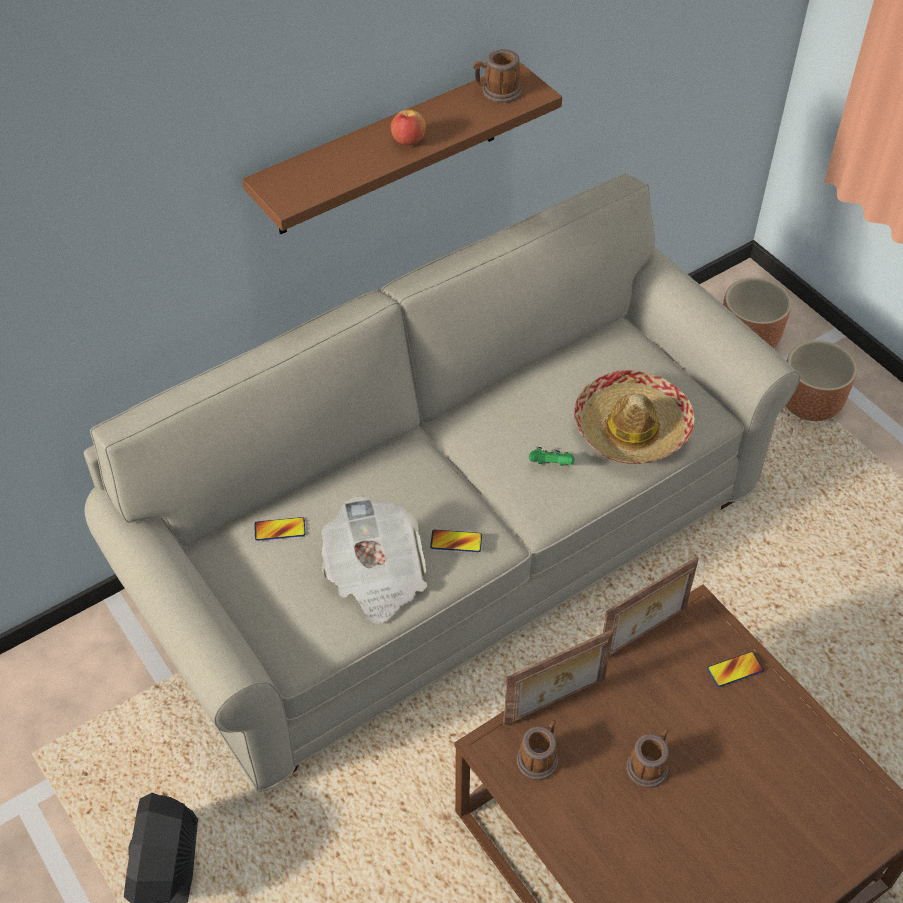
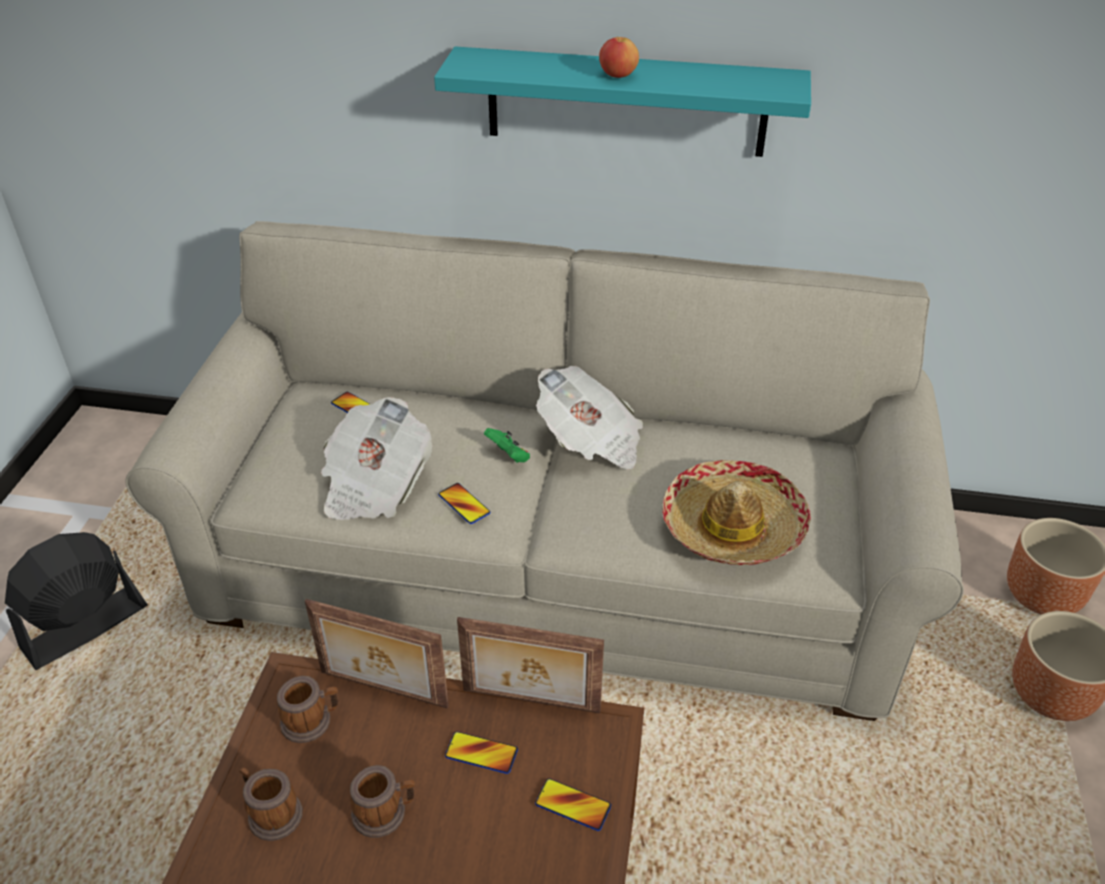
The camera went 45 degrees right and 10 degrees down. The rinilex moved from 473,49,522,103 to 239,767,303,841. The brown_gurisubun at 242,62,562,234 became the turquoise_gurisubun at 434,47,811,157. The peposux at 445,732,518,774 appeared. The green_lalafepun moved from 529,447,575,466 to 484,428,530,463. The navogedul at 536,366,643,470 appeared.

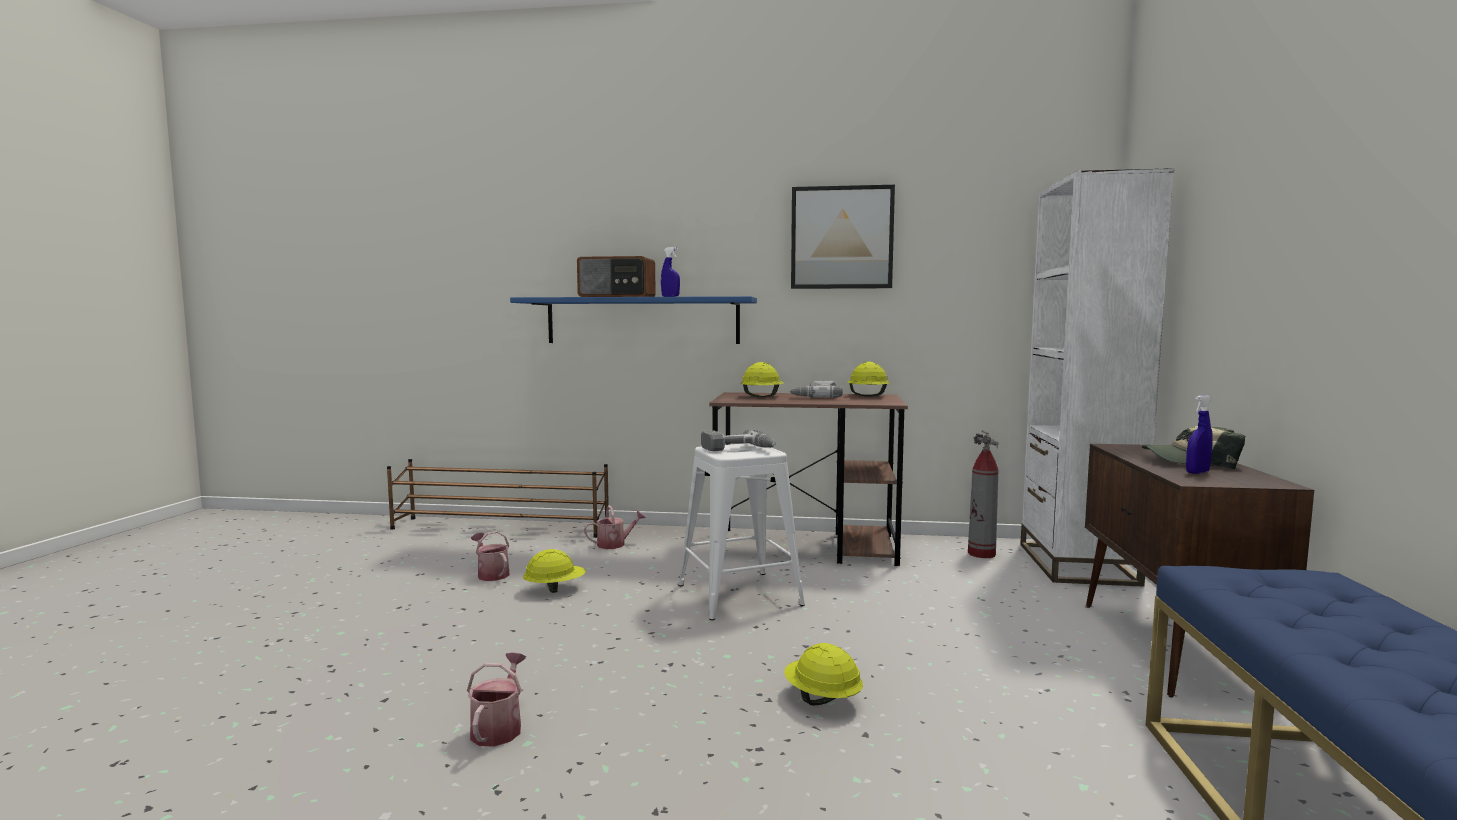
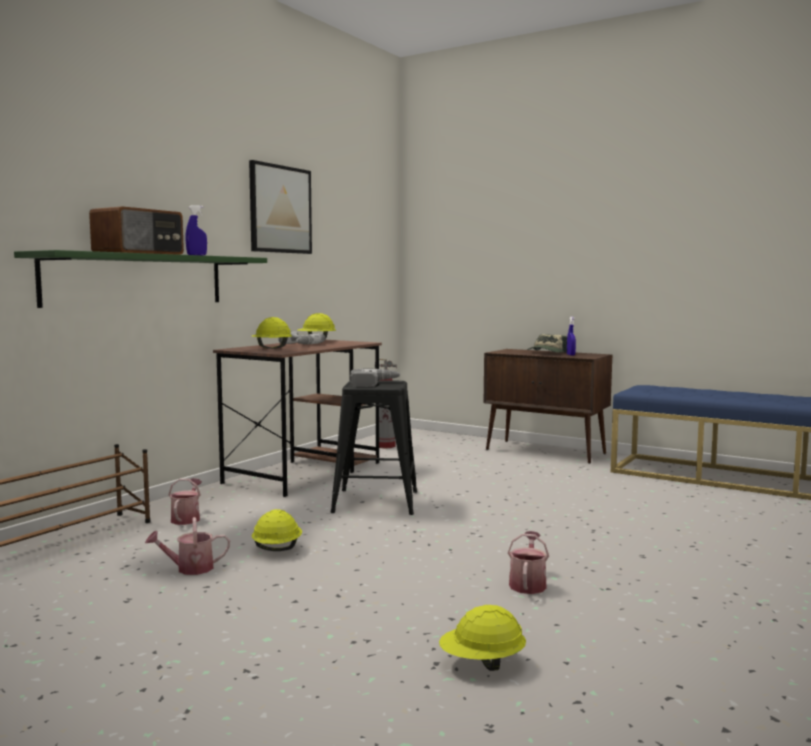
The camera went 65 degrees left and 0 degrees up. The blue_gurisubun at 510,296,757,344 became the green_gurisubun at 14,250,267,308. The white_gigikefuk at 679,443,805,620 became the black_gigikefuk at 331,380,417,515. The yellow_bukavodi moved from 784,643,863,705 to 439,605,526,671. The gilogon at 467,652,526,747 turned 75 degrees clockwise. The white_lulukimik at 1020,168,1174,587 disappeared.

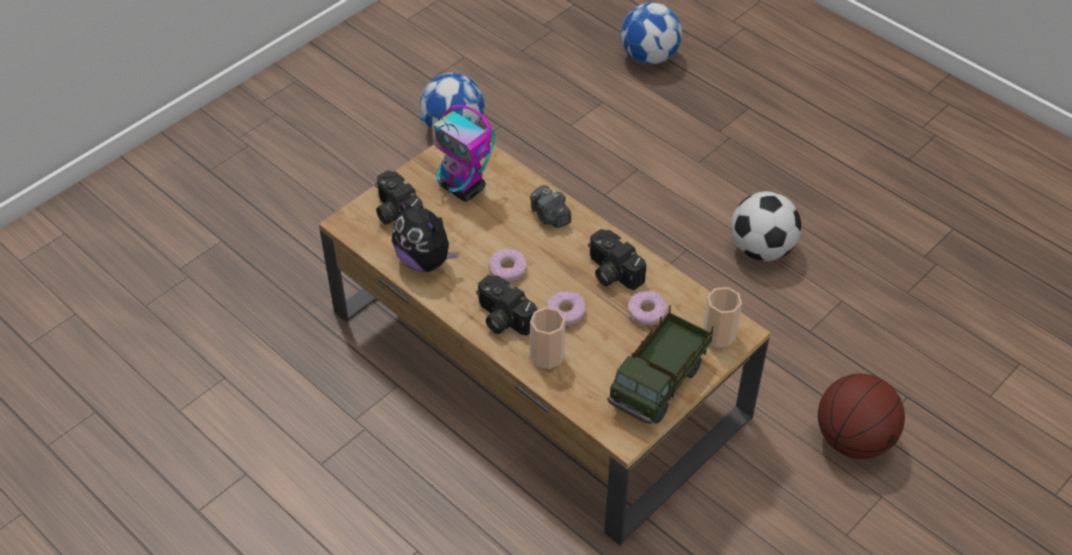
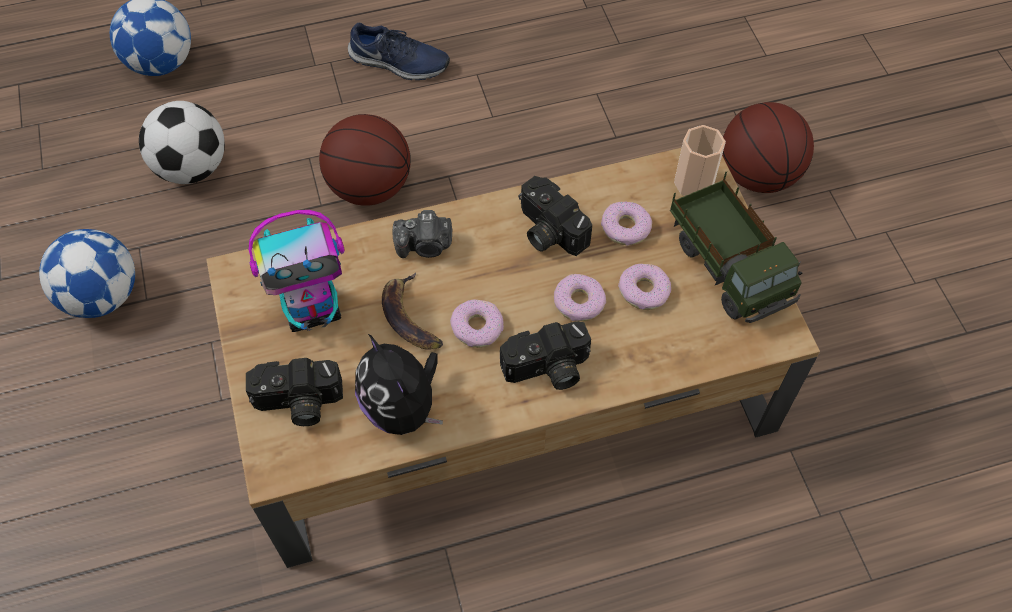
The camera went 60 degrees left and 10 degrees up. The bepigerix moved from 731,191,801,261 to 139,101,225,184. The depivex at 319,114,411,206 appeared. The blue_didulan at 348,23,450,80 appeared. The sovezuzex at 392,199,459,272 turned 75 degrees clockwise. The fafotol at 382,272,443,350 appeared. The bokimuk at 588,229,646,290 turned 60 degrees clockwise. The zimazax at 618,263,671,310 appeared. The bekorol at 530,307,565,369 disappeared.

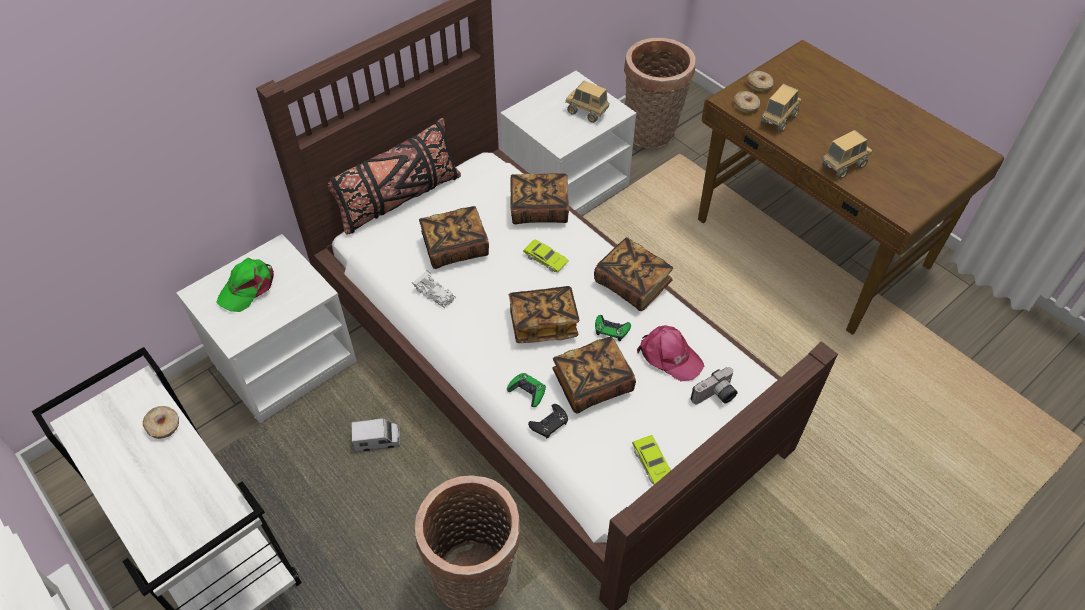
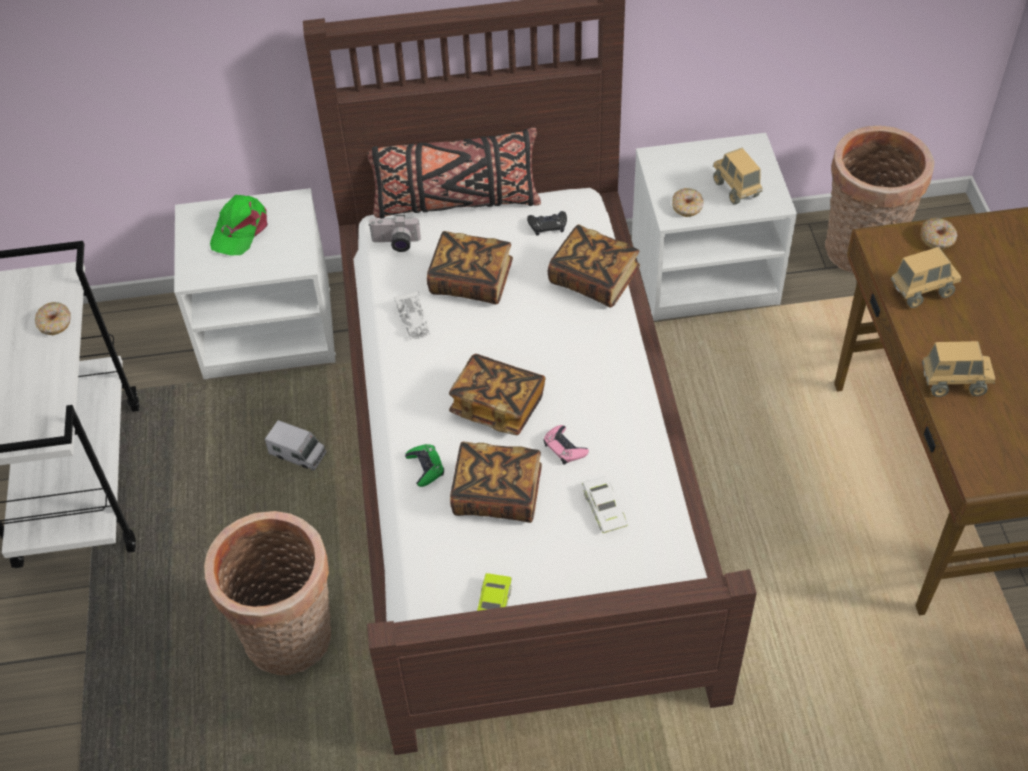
The camera went 35 degrees right and 0 degrees up. The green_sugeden at 216,258,274,312 turned 45 degrees counterclockwise. The bokimuk moved from 691,367,738,404 to 368,215,421,252. The black_lalafepun moved from 528,404,568,438 to 527,211,567,236. The green_lalafepun at 595,315,631,341 became the pink_lalafepun at 543,425,589,465. The pink_sugeden at 637,325,704,381 was replaced by the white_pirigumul at 582,476,628,533. The zimazax moved from 734,91,760,113 to 672,188,704,217. The green_pirigumul at 523,239,569,272 disappeared. The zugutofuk at 594,237,673,311 disappeared.

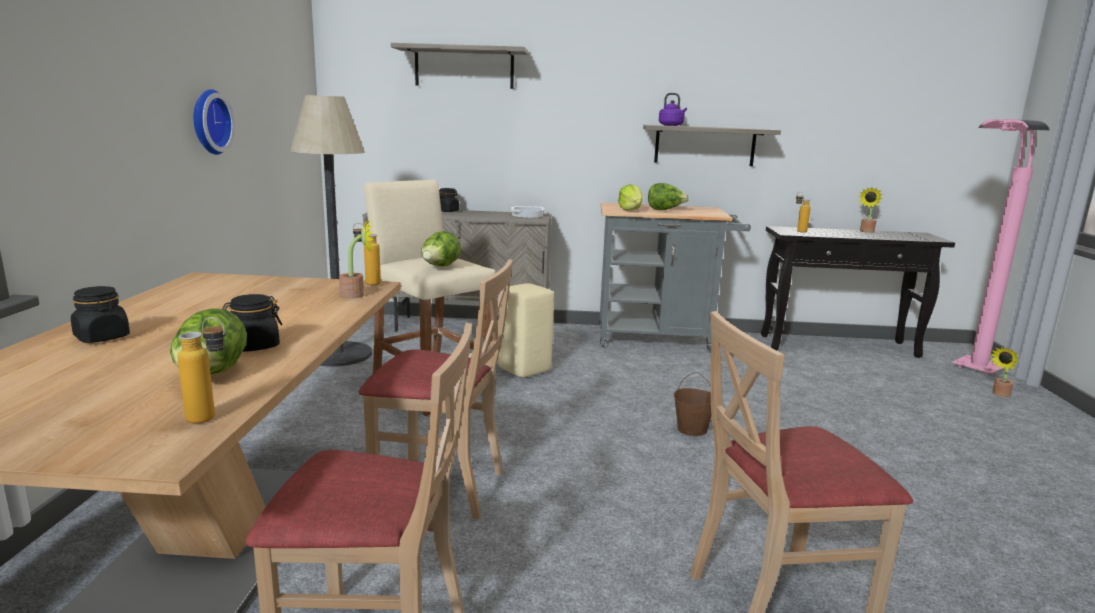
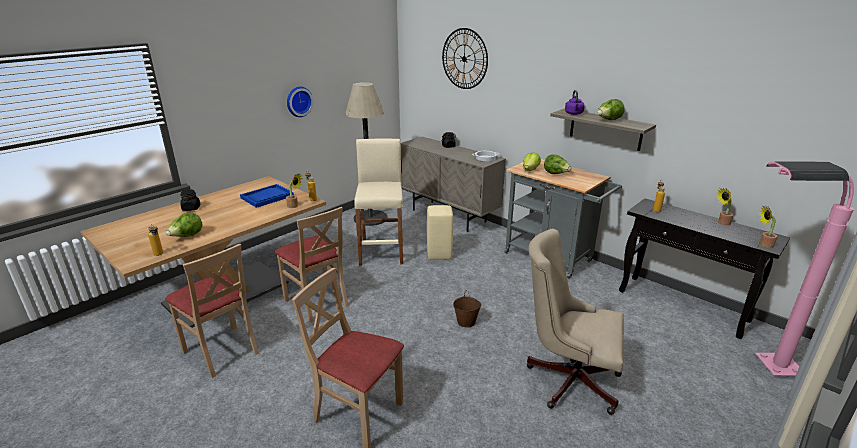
The camera went 40 degrees right and 10 degrees up. The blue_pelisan at 240,184,294,208 appeared. The gurisubun at 391,43,528,89 was replaced by the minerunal at 442,28,488,89. The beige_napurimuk at 527,229,624,415 appeared. The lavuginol moved from 421,231,461,267 to 597,99,625,120. The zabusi moved from 990,347,1019,397 to 758,206,777,248. The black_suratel at 222,294,282,352 disappeared.

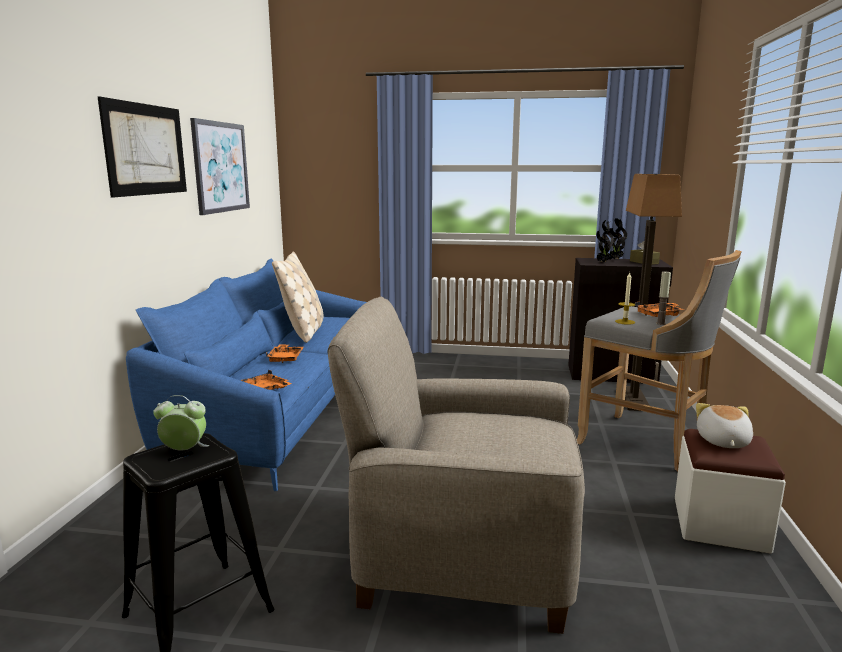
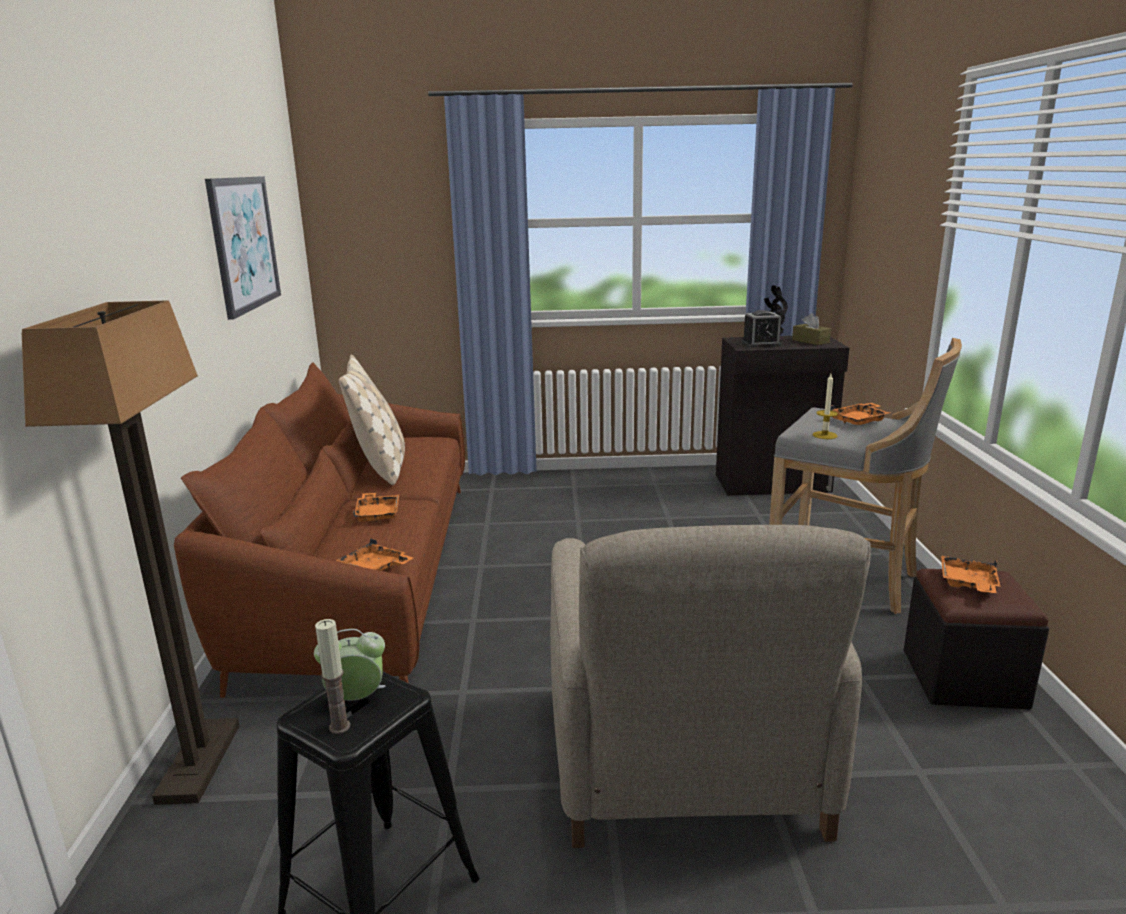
The camera went 10 degrees left and 5 degrees up. The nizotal moved from 625,174,682,411 to 22,300,239,805. The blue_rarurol at 126,258,367,491 became the brown_rarurol at 174,362,465,698. The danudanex moved from 656,271,671,325 to 315,619,350,734. The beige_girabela at 327,297,585,634 turned 90 degrees counterclockwise. The zabusi at 596,220,614,262 was replaced by the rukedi at 742,310,781,348. The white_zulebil at 675,429,786,554 became the black_zulebil at 904,569,1049,709. The sovezuzex at 696,403,753,448 was replaced by the orange_pelisan at 941,555,1000,593. The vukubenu at 98,96,187,198 disappeared.

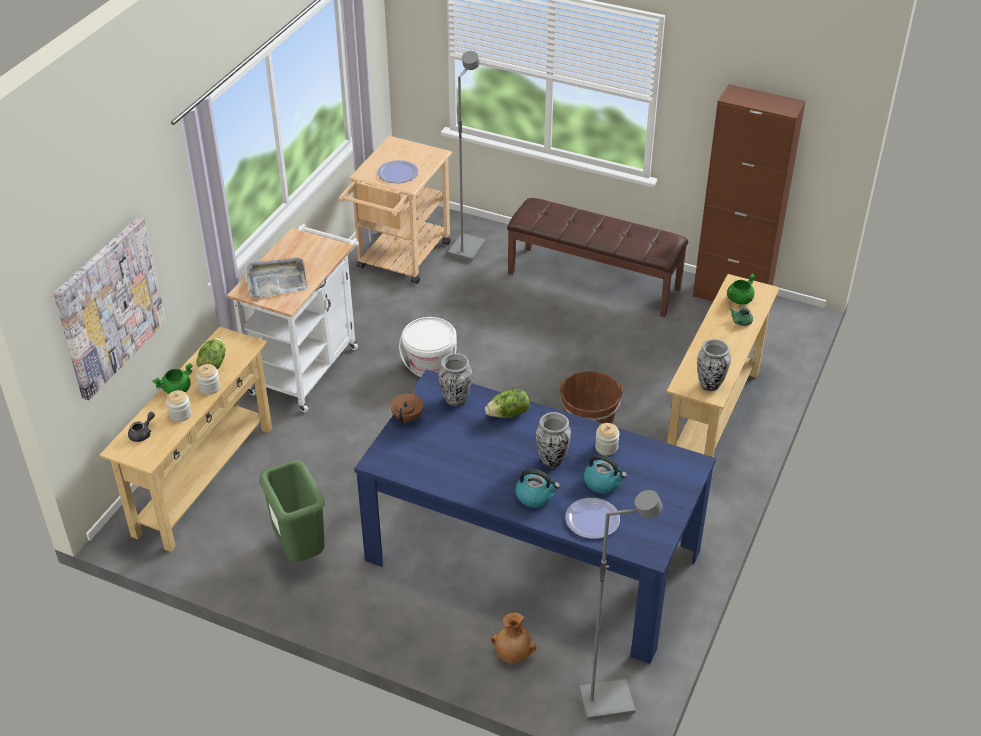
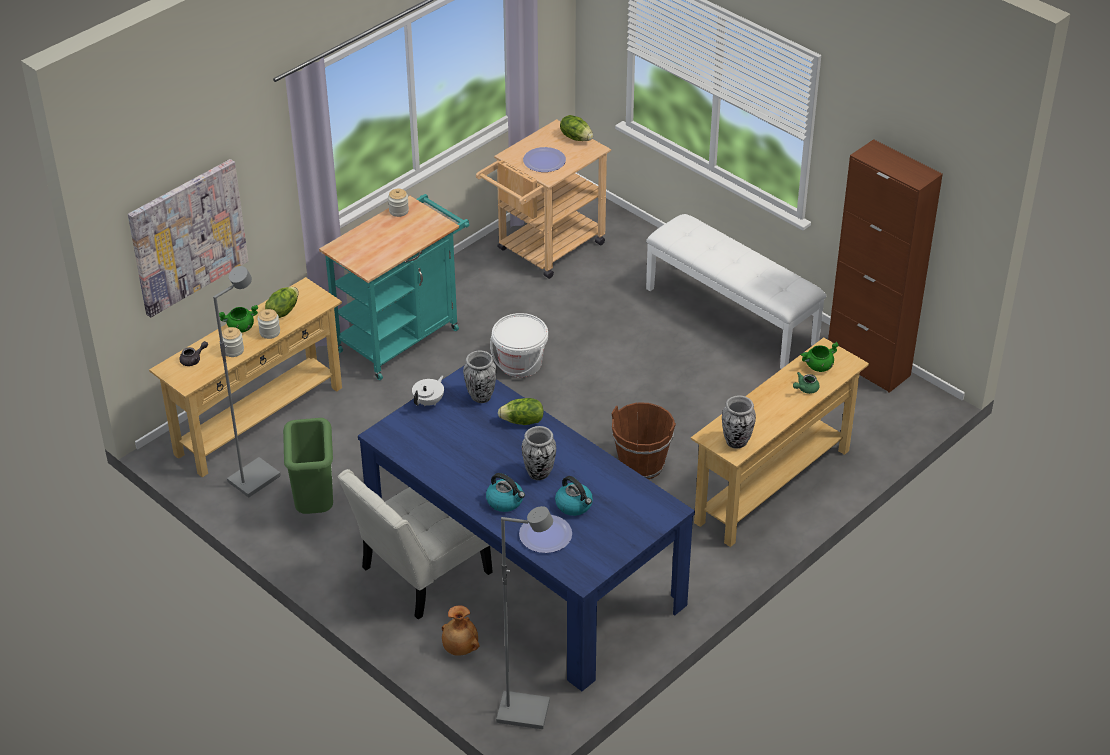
The camera went 20 degrees right and 0 degrees up. The grey_nizotal moved from 448,51,486,262 to 213,266,281,498. The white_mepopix at 227,224,359,412 became the turquoise_mepopix at 319,194,469,380. The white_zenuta at 338,469,493,620 appeared. The suratel moved from 595,423,619,456 to 388,189,409,217. The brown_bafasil at 391,388,424,423 became the white_bafasil at 412,375,444,406. The lavuginol at 560,115,593,141 appeared. The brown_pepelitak at 507,198,688,317 became the white_pepelitak at 646,214,826,369. The grey_pelisan at 247,258,307,297 disappeared.

